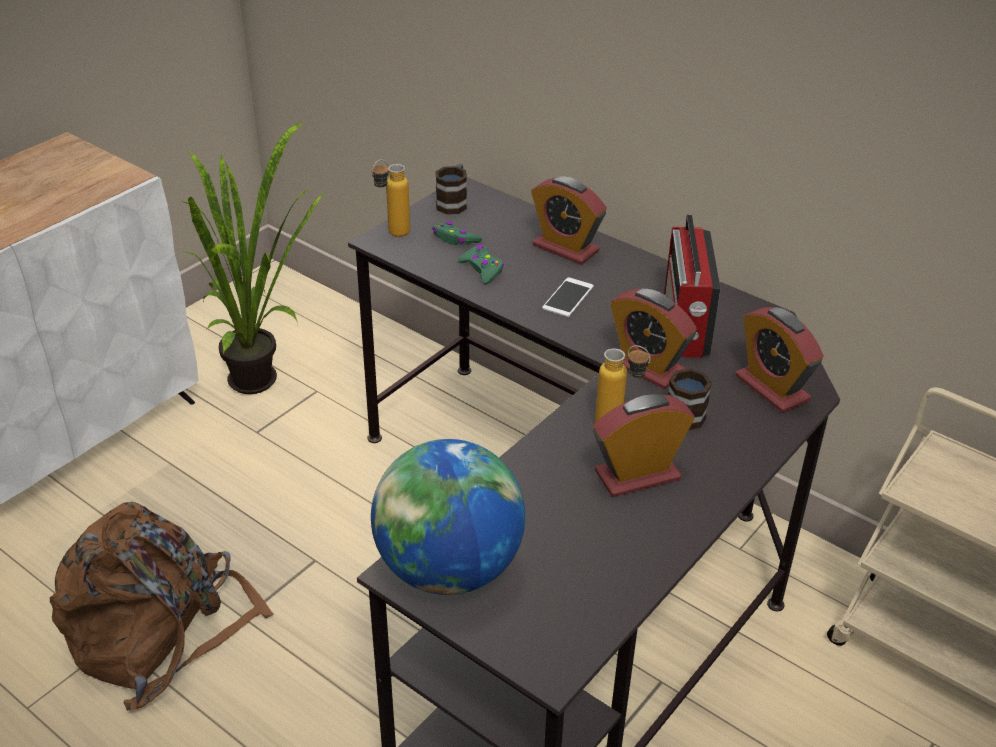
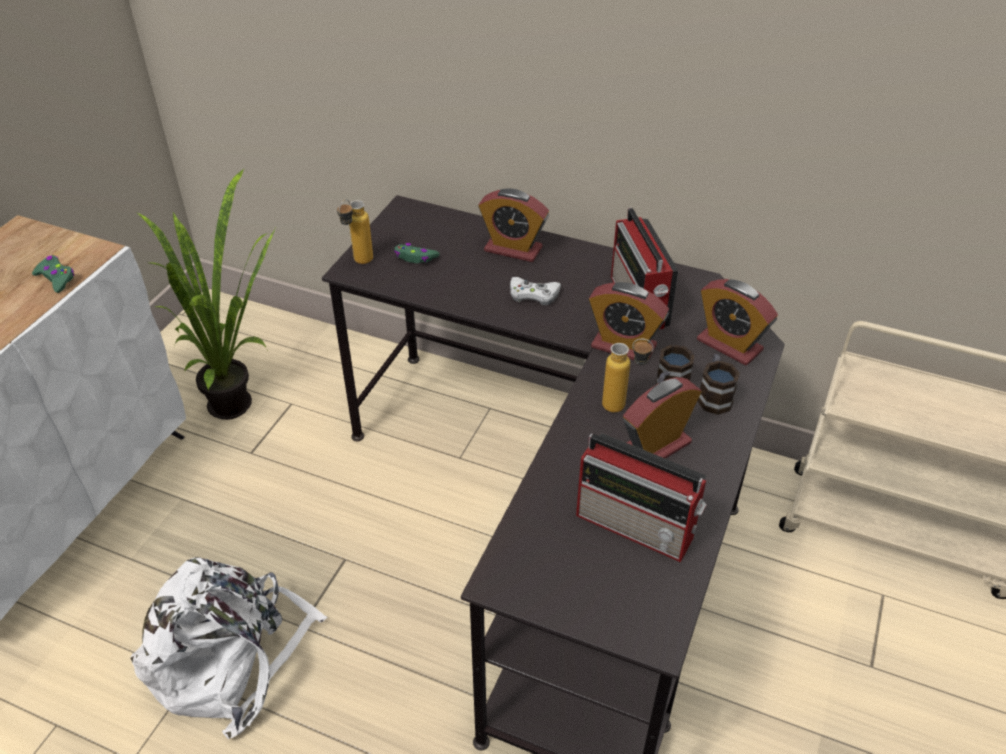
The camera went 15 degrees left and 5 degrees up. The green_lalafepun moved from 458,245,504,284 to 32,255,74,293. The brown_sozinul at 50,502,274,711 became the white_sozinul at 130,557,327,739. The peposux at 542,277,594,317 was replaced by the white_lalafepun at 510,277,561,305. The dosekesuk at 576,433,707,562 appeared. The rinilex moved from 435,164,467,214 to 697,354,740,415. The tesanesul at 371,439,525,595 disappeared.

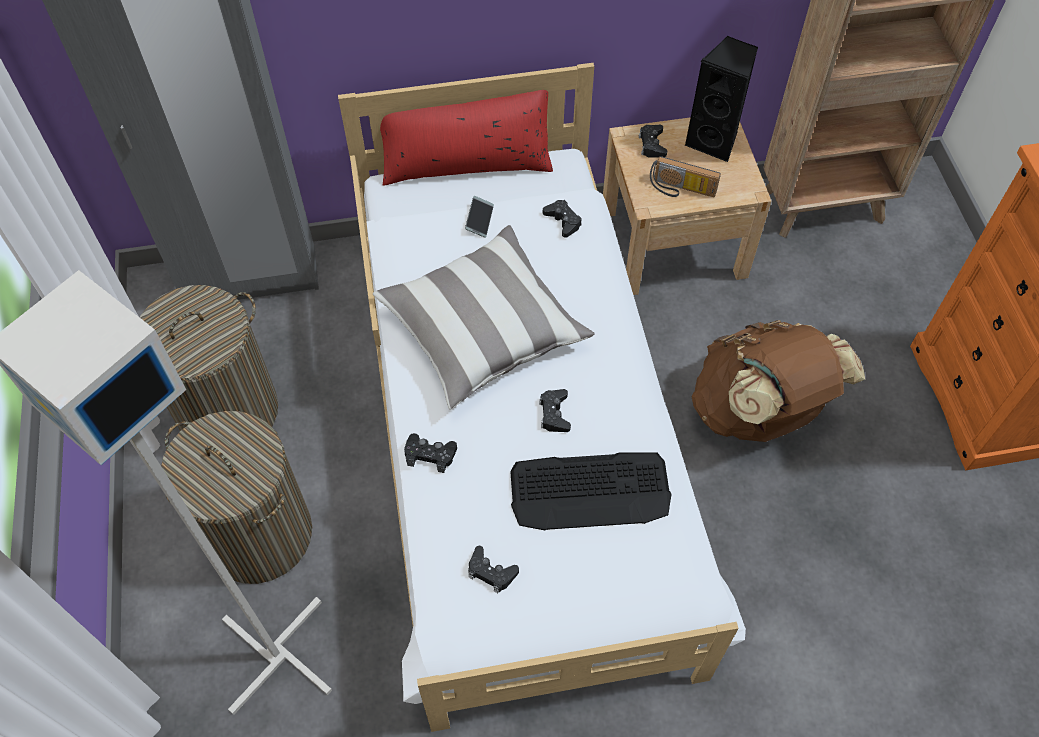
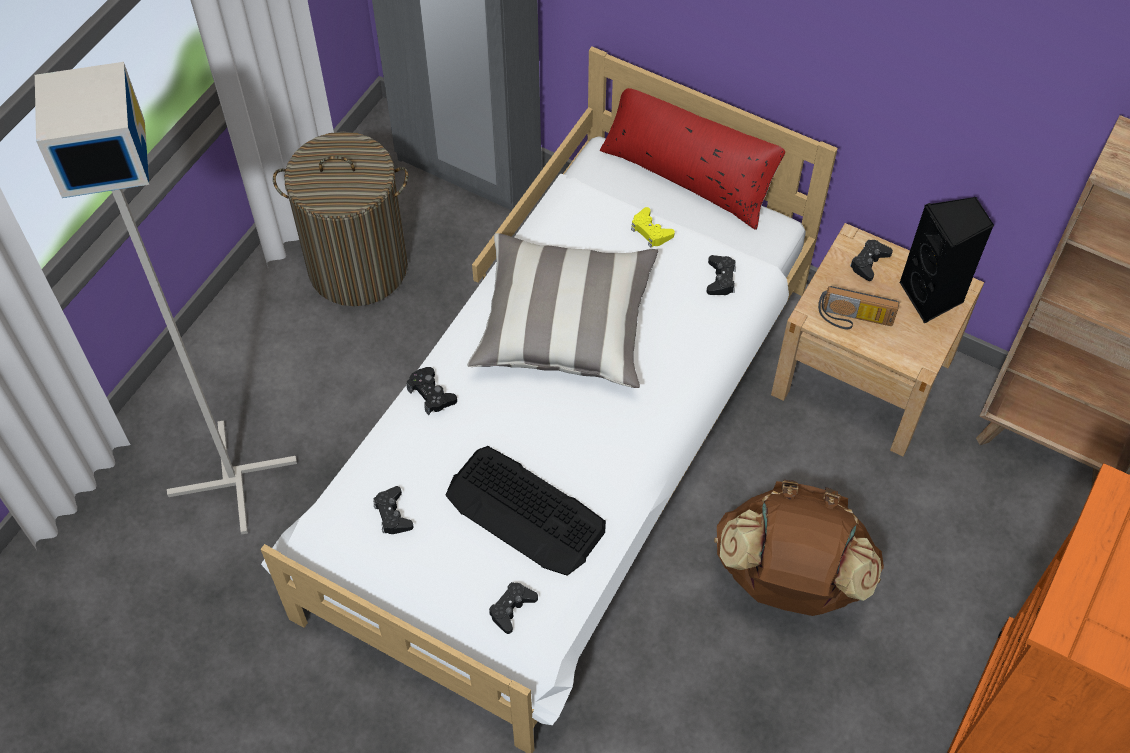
The camera went 40 degrees right and 0 degrees up. The black_lalafepun moved from 539,389,571,432 to 489,582,538,634. The peposux at 465,196,494,238 was replaced by the yellow_lalafepun at 631,207,675,247. The dosekesuk at 650,156,721,197 turned 45 degrees counterclockwise. The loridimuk at 161,411,312,584 disappeared.

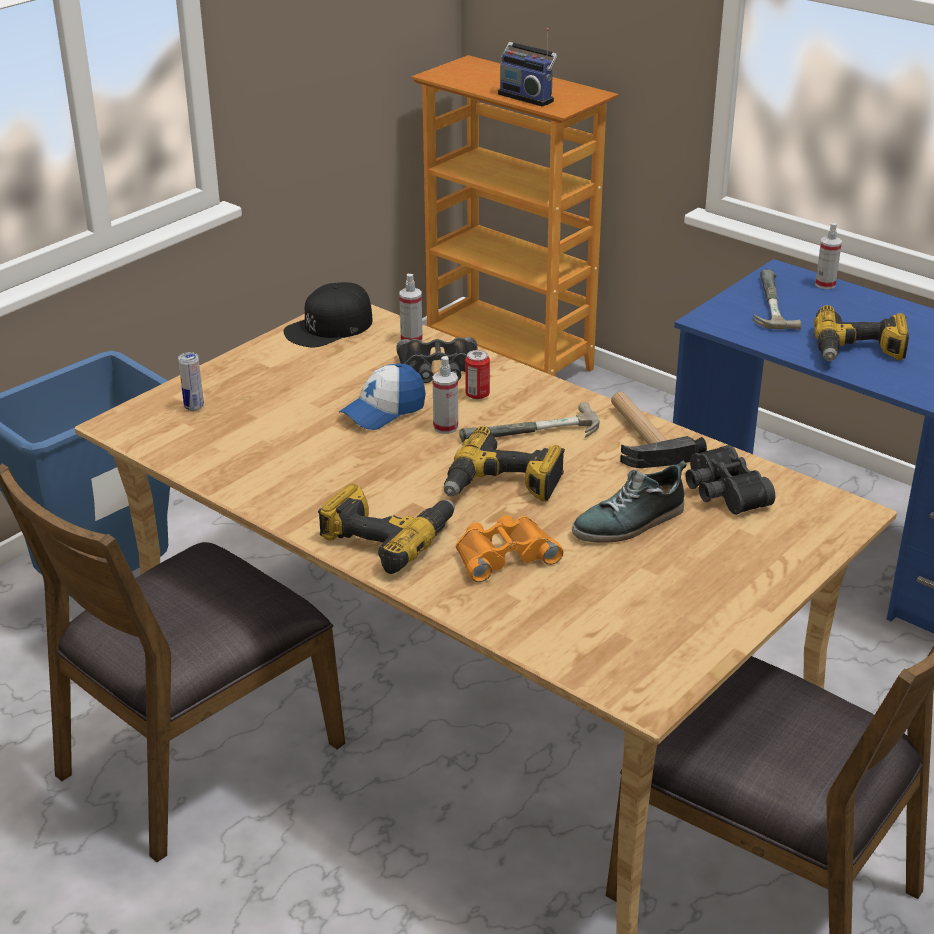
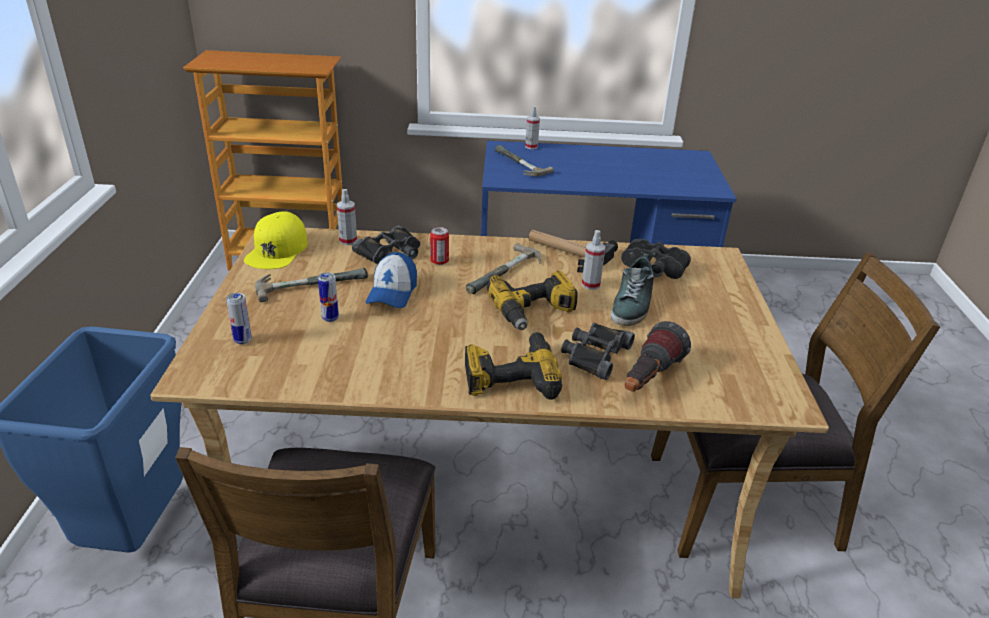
The camera went 40 degrees left and 0 degrees up. The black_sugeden at 284,282,373,347 became the yellow_sugeden at 244,211,308,269. The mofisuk at 255,268,368,302 appeared. The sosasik at 318,272,339,322 appeared. The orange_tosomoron at 456,515,564,582 became the black_tosomoron at 561,323,635,380. The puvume moved from 433,356,458,434 to 582,230,606,290. The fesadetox at 625,321,691,392 appeared. The dosekesuk at 498,28,558,107 disappeared. The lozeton at 814,305,909,361 disappeared.

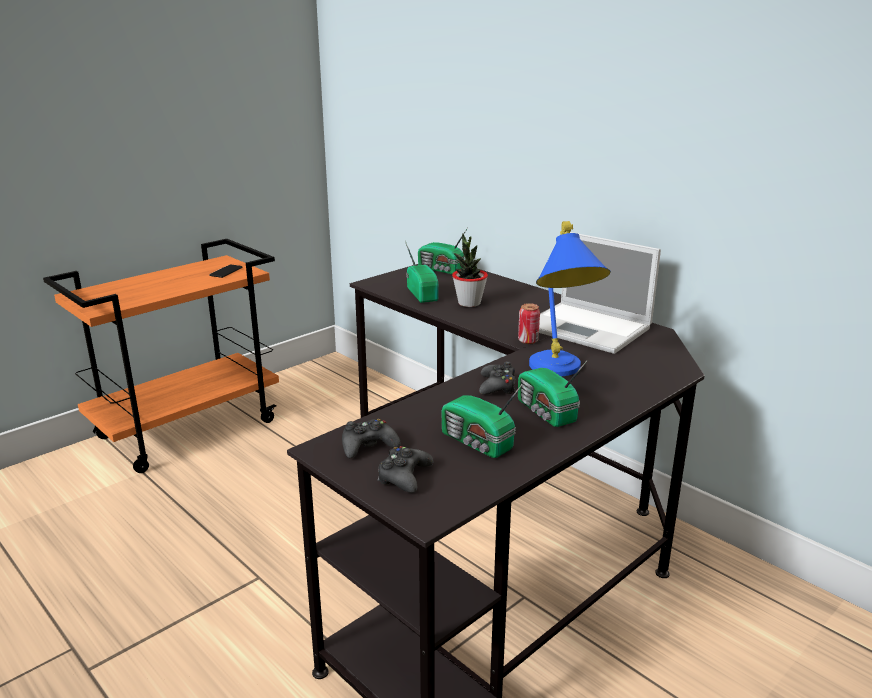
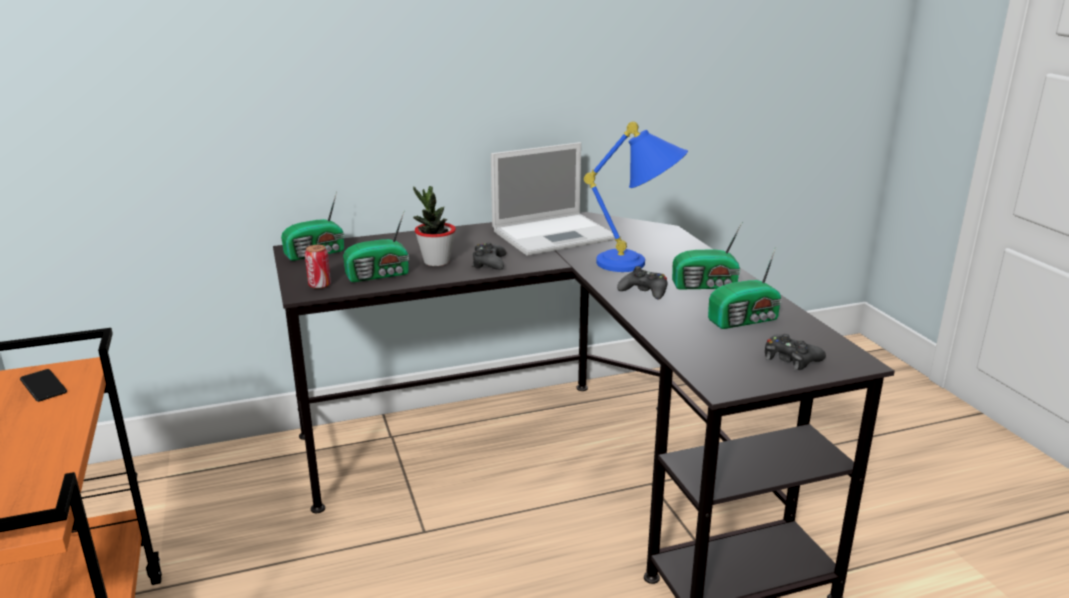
The camera went 65 degrees left and 0 degrees up. The sosasik moved from 518,303,540,344 to 305,245,331,289. The dosekesuk at 405,241,439,303 turned 150 degrees clockwise. The black_lalafepun moved from 342,419,401,458 to 472,243,507,270.

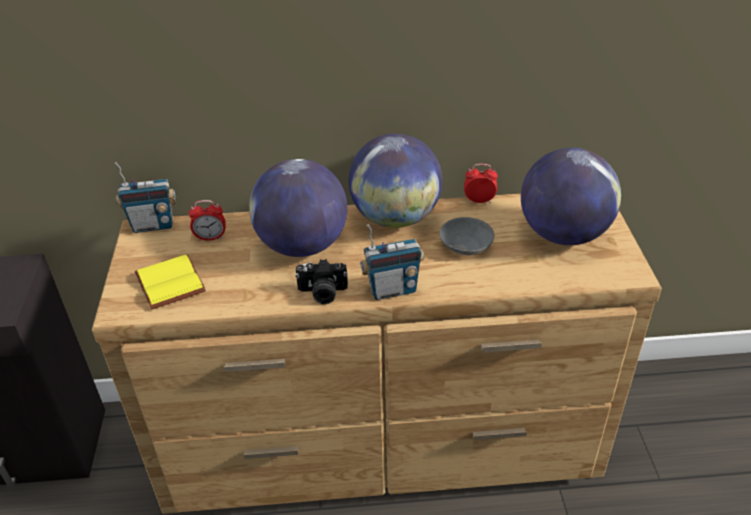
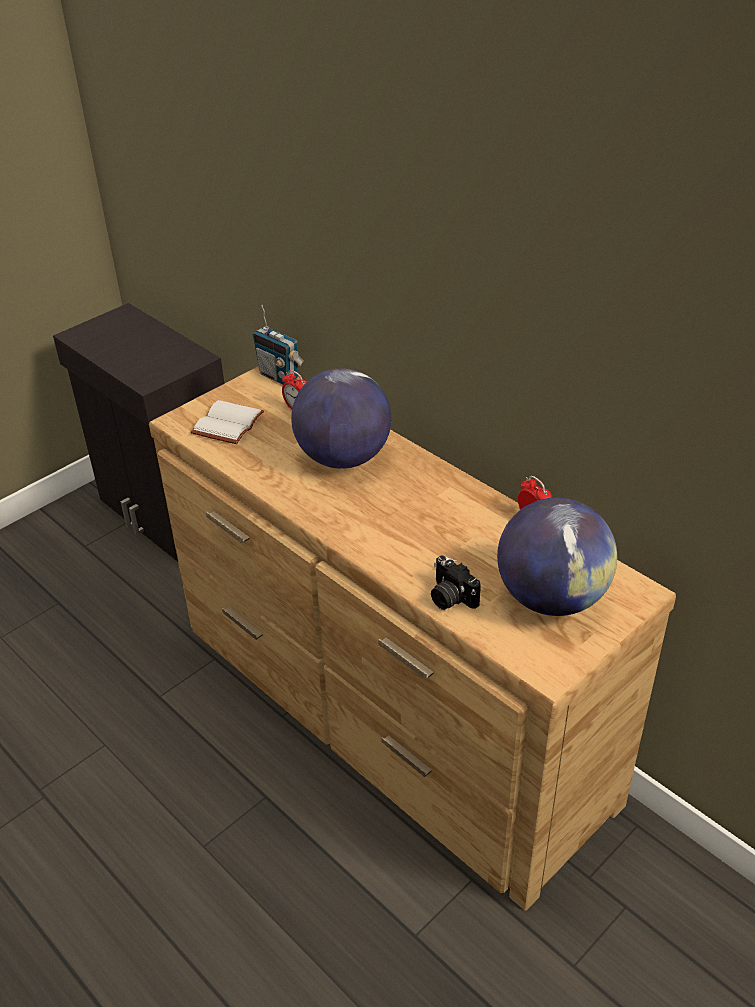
The camera went 50 degrees right and 0 degrees up. The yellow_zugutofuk at 134,254,206,310 became the white_zugutofuk at 191,400,264,444. The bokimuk moved from 295,259,348,304 to 431,555,481,610. The tesanesul at 349,133,442,228 disappeared. The dosekesuk at 360,224,425,300 disappeared. The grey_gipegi at 439,217,494,255 disappeared.

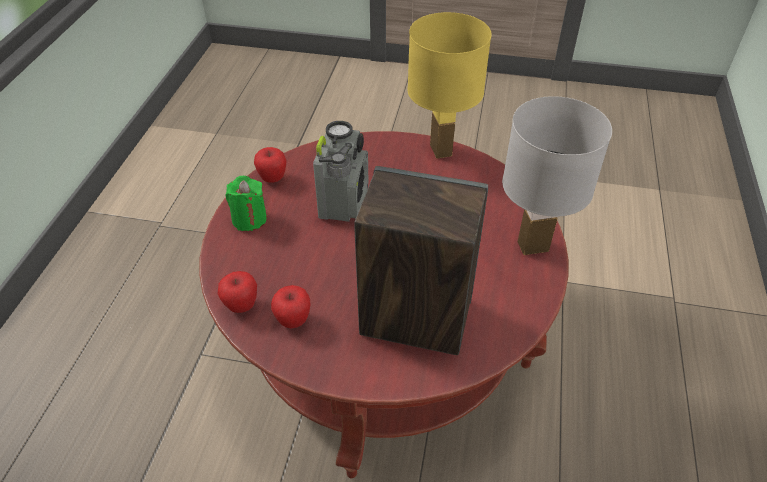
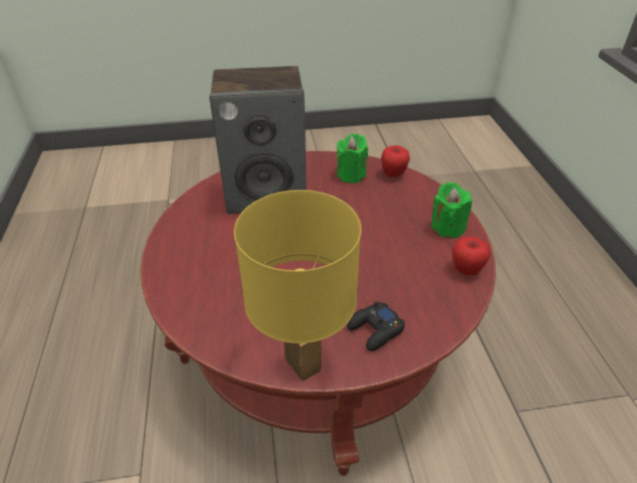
The camera went 160 degrees right and 5 degrees down. The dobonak at 271,285,310,329 was replaced by the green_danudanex at 337,134,368,183. The black_lalafepun at 347,301,405,351 appeared. The dosekesuk at 313,121,369,222 disappeared. The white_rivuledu at 502,96,612,255 disappeared.

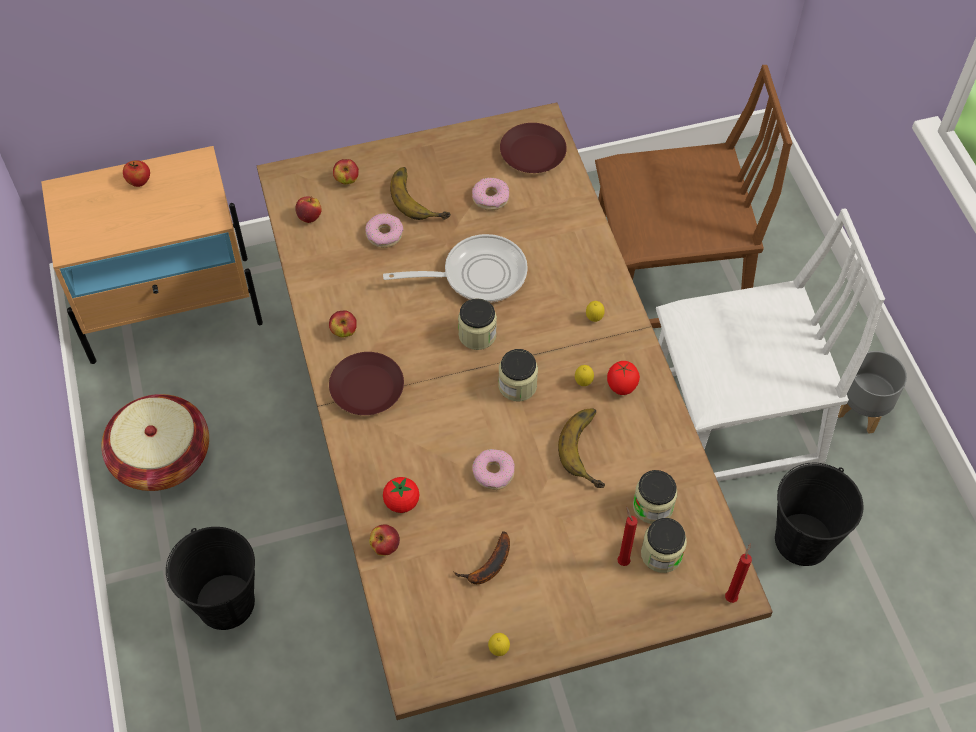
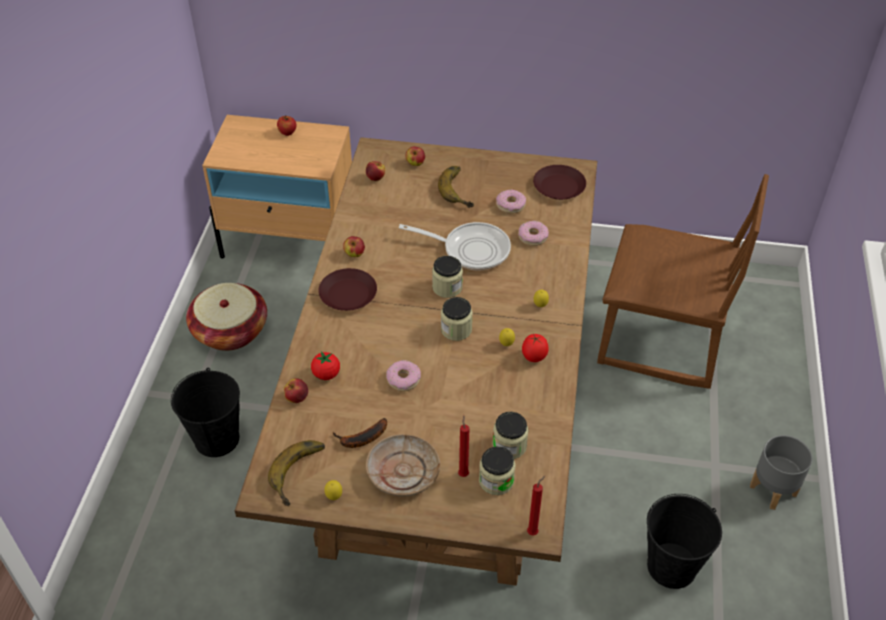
The camera went 25 degrees right and 10 degrees down. The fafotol moved from 558,408,605,488 to 268,440,325,506. The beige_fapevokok at 366,434,440,497 appeared. The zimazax moved from 365,213,403,248 to 518,221,549,246. The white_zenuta at 656,208,885,481 disappeared.

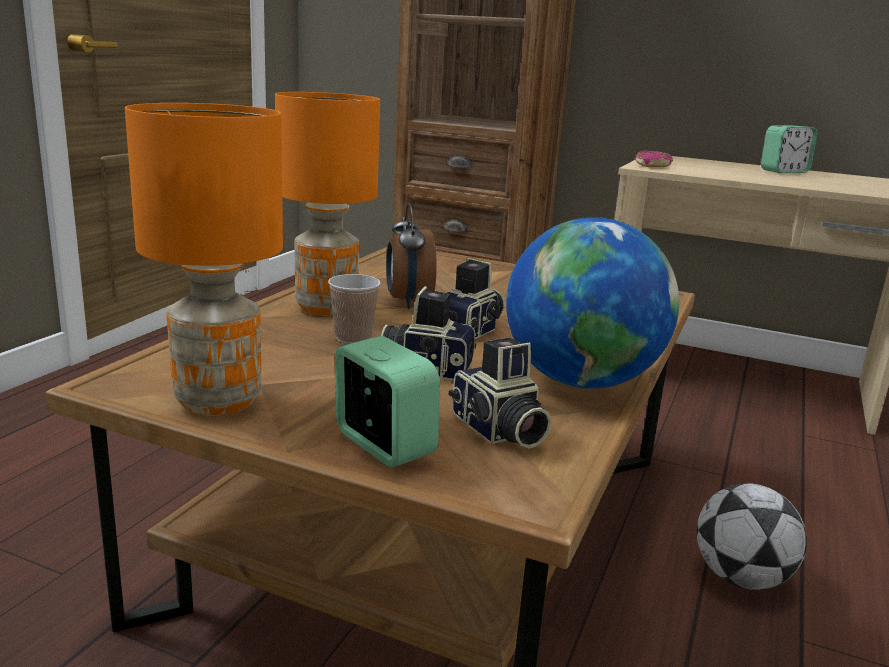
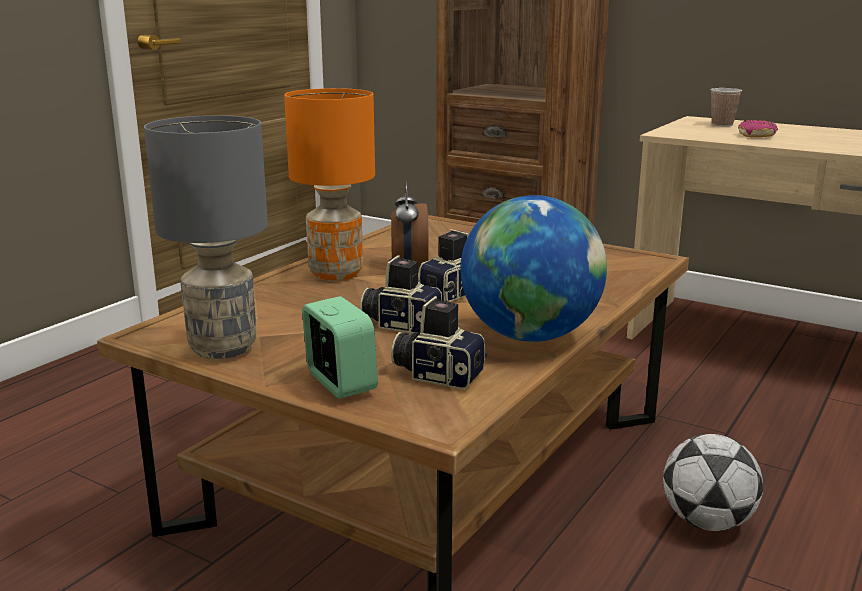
The camera went 10 degrees right and 0 degrees up. The orange_rivuledu at 125,103,283,416 became the grey_rivuledu at 144,115,268,359. The bokimuk at 449,338,552,449 turned 135 degrees clockwise. The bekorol moved from 328,274,381,344 to 710,88,742,127. The zimazax moved from 635,150,673,167 to 738,120,778,137. The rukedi at 761,125,817,173 disappeared.

